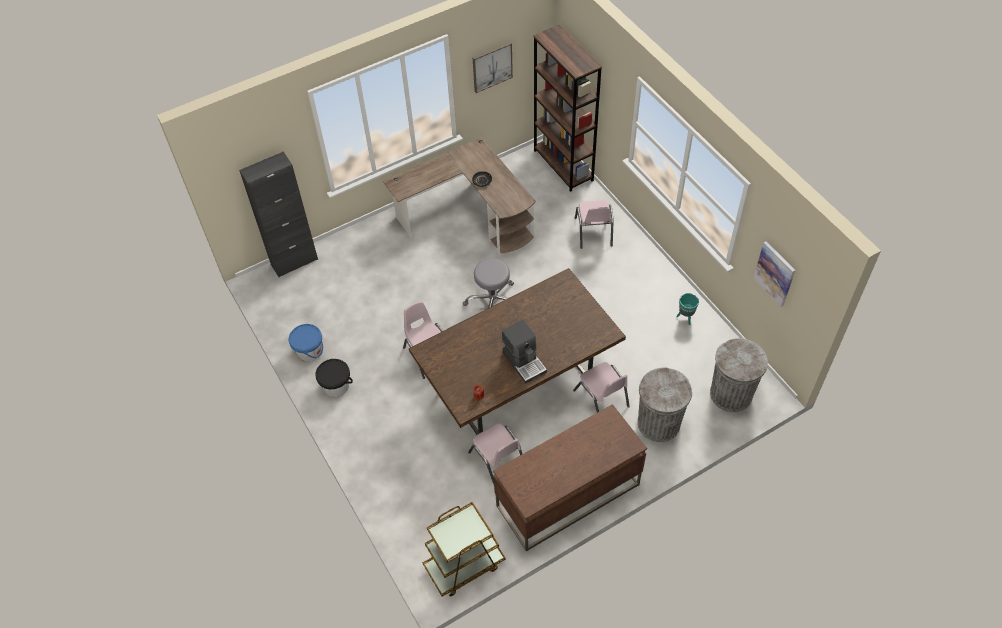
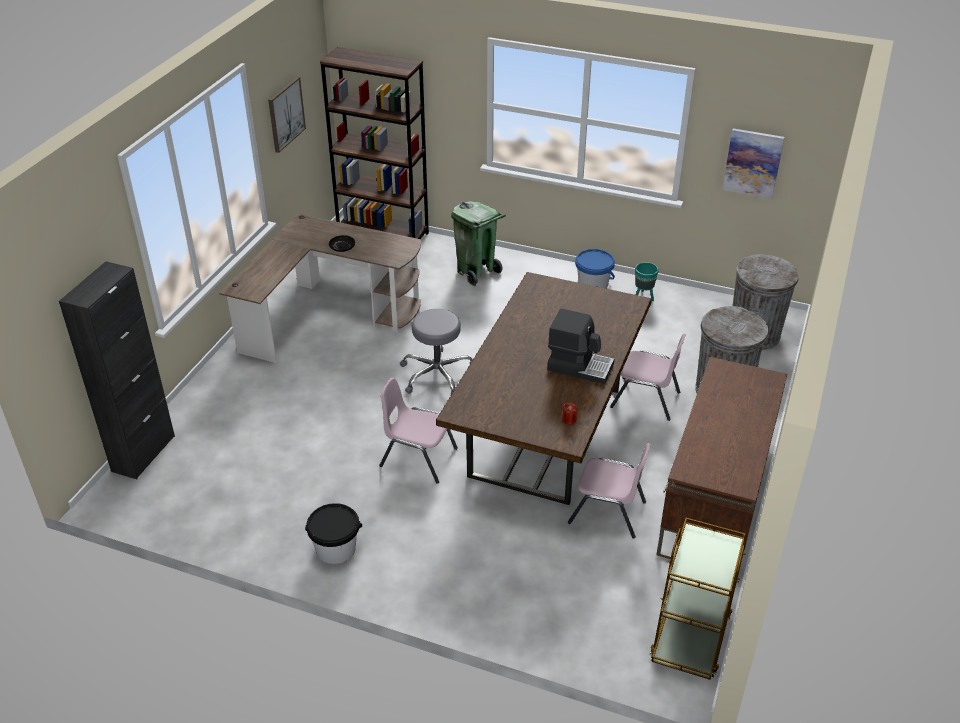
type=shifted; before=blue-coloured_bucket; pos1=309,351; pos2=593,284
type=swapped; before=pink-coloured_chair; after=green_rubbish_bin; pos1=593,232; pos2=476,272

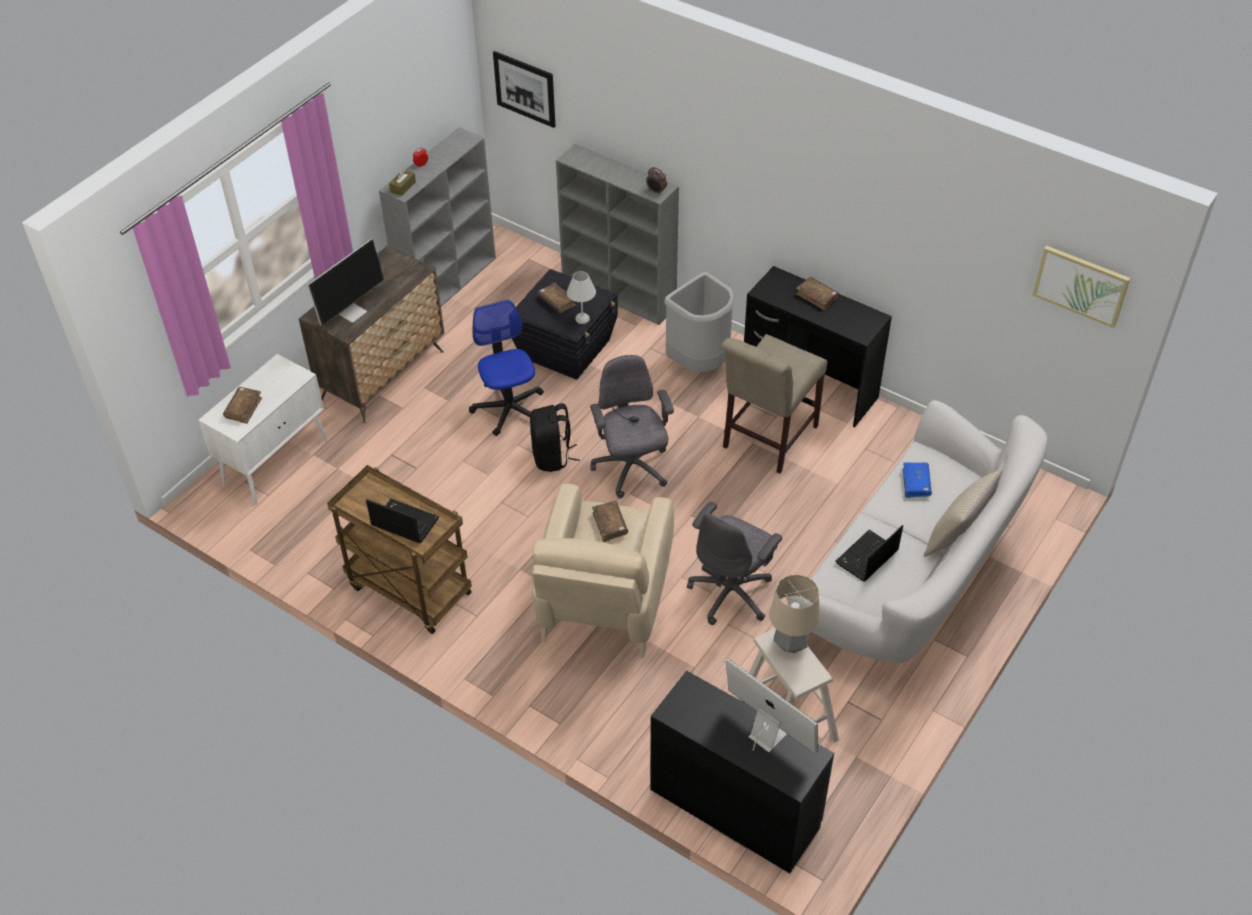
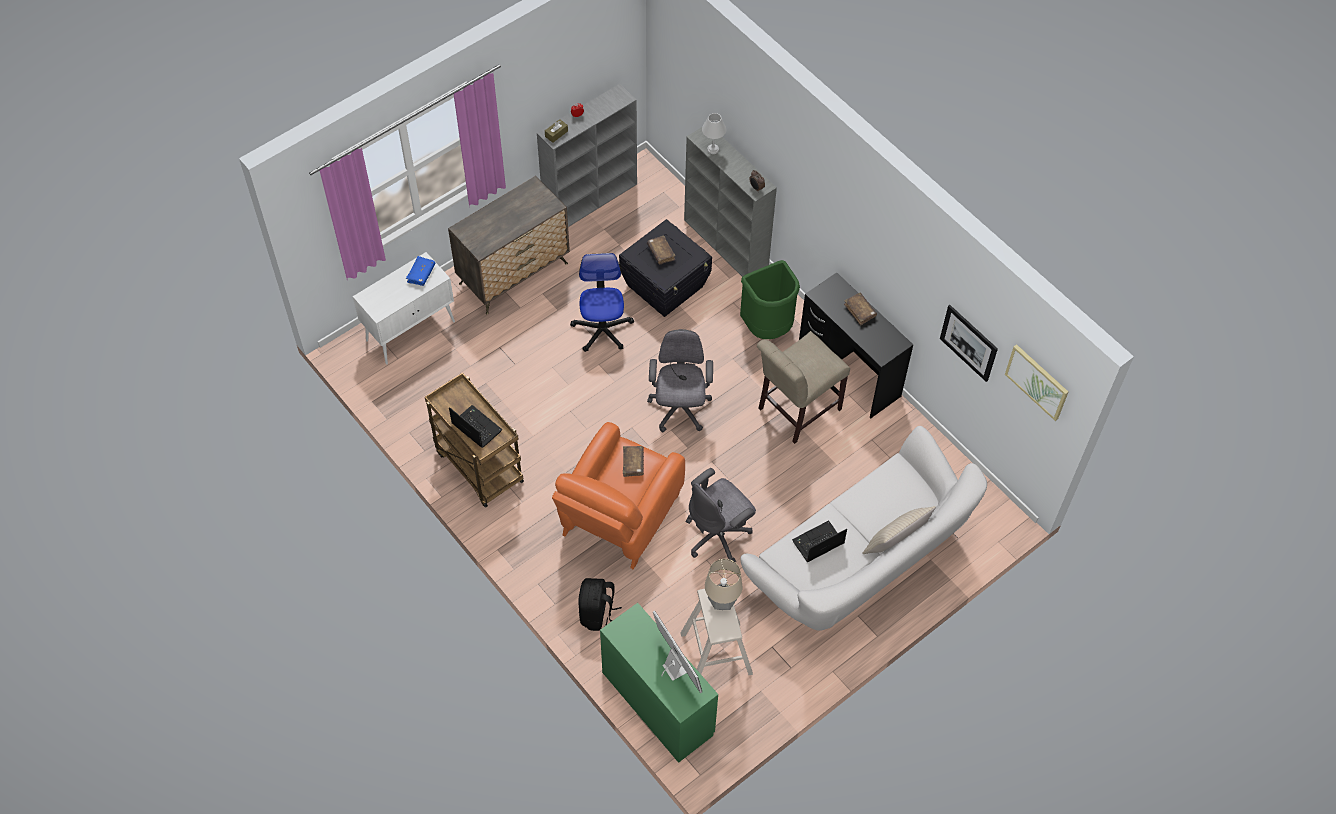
type=gone; before=brown_volume; pos1=243,408
type=gone; before=monitor; pos1=352,312
type=shifted; before=picture; pos1=525,89; pos2=968,343
type=shifted; before=blackish_knapsack; pos1=552,457; pos2=597,614
type=shifted; before=whitish_table_lamp; pos1=582,319; pos2=712,150
type=shifted; before=blue-coloured_volume; pos1=916,483; pos2=421,274
type=repainted; before=beige_armchair; after=orange-coloured_armchair; pos1=603,604; pos2=618,518
type=repainted; before=blackish_desk; after=green_desk; pos1=734,808; pos2=657,703
type=repainted; before=grey_rubbish_bin; after=green_rubbish_bin; pos1=699,364; pos2=767,328

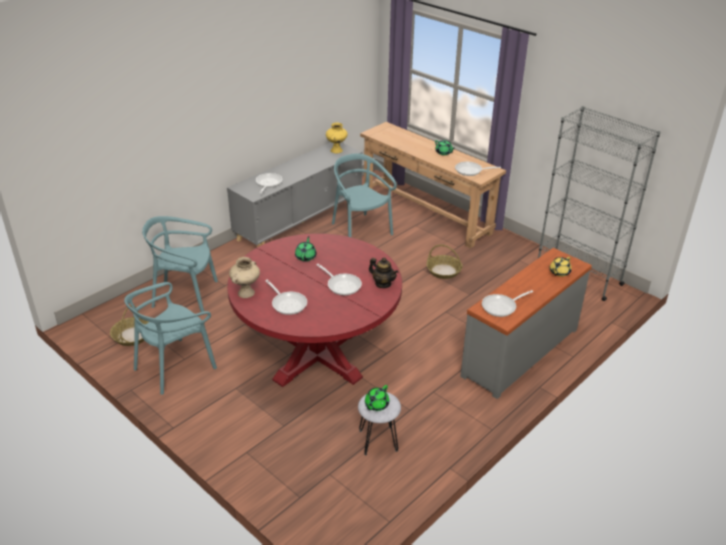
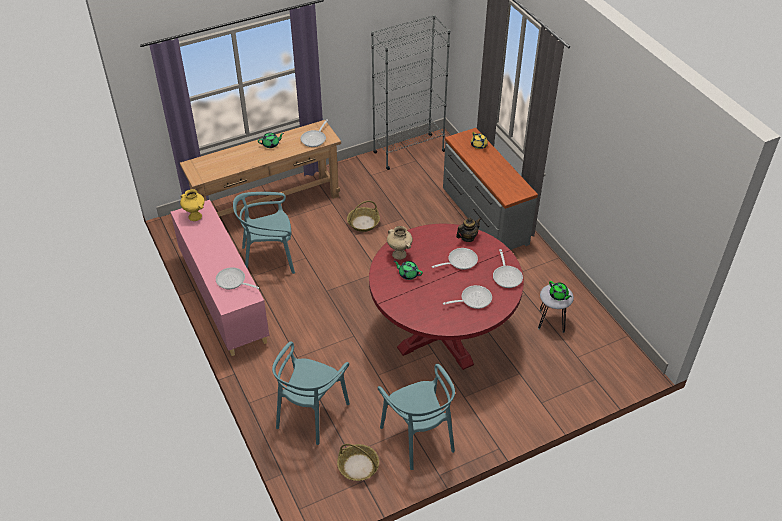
type=shifted; before=beige_decorative_vase; pos1=246,293; pos2=399,254
type=shifted; before=frying_pan; pos1=501,307; pos2=507,276
type=repainted; before=grey_cabinet; after=pink-coloured_cabinet; pos1=300,220; pos2=223,298

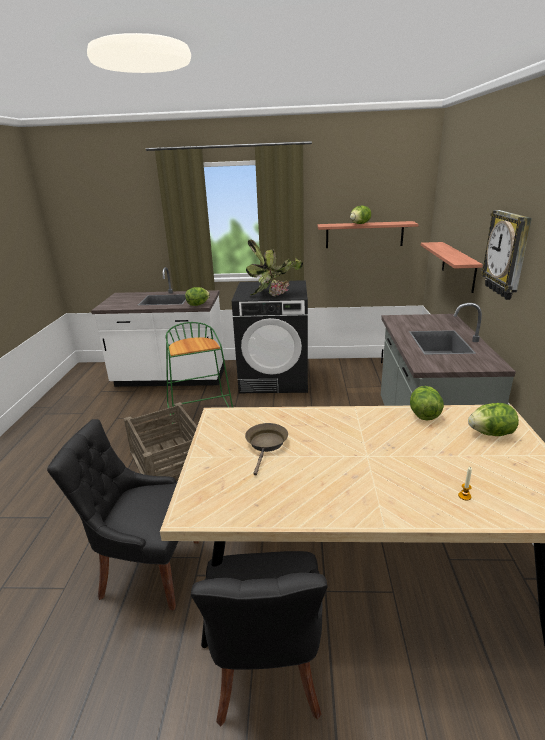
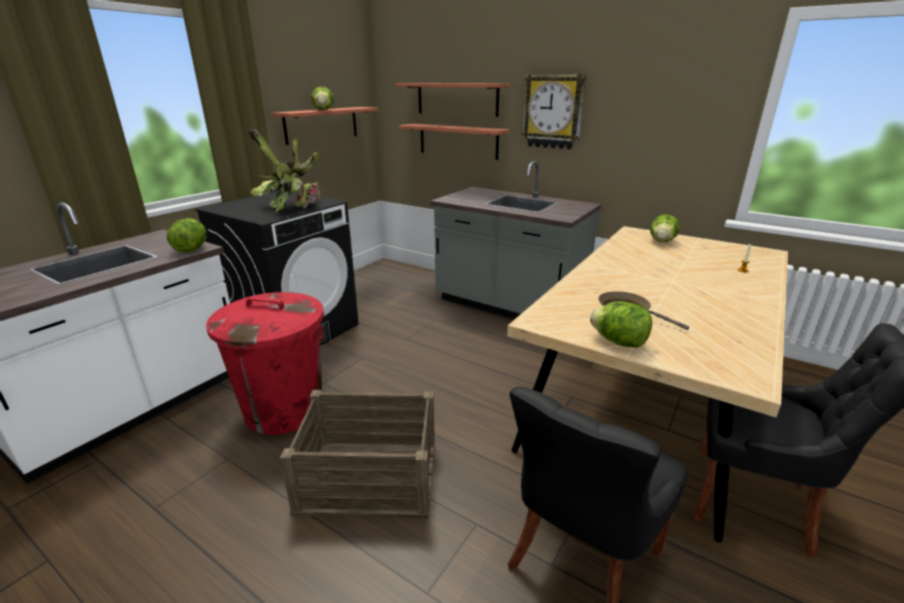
type=new; after=shelf; pos2=457,99
type=shifted; before=lettuce; pos1=424,415; pos2=619,342
type=swapped; before=green_sitting_stool; after=red_rubbish_bin; pos1=201,413; pos2=284,409

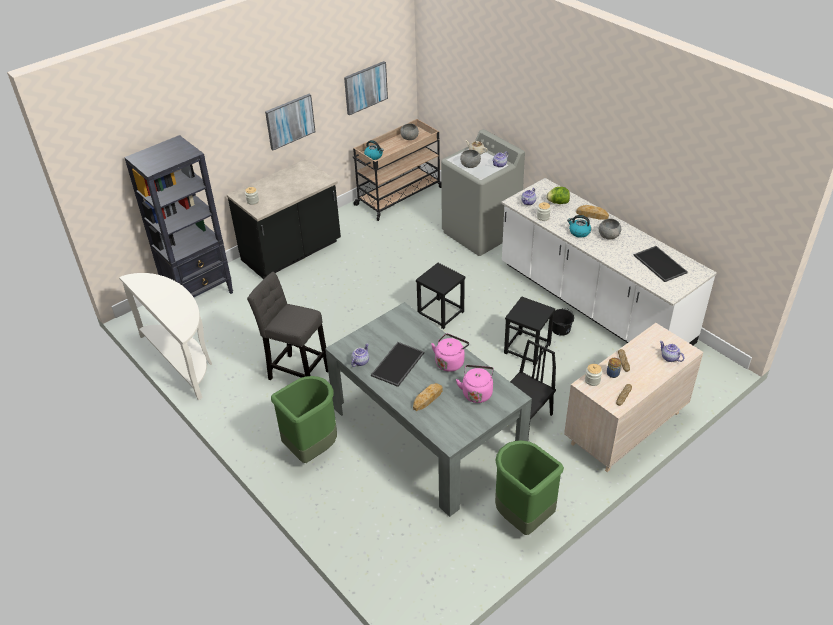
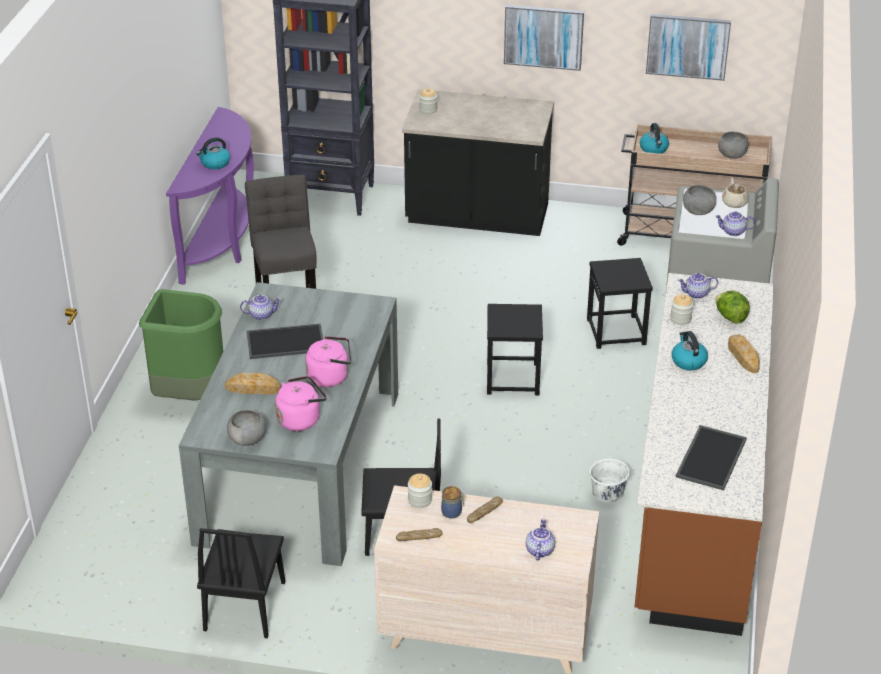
type=new; after=water_kettle; pos2=215,163
type=shifted; before=blackish_sitting_stool; pos1=527,348; pos2=616,332
type=shifted; before=grey_bowl; pos1=608,236; pos2=247,439
type=swapped; before=green_rubbish_bin; after=blackish_chair; pos1=522,517; pos2=245,605
type=repainted; before=whitish_hall_table; after=purplish_hall_table; pos1=182,360; pos2=224,242
type=repainted; before=whitish_counter; after=brown_counter; pos1=593,304; pos2=696,499
type=repainted; before=blackish_bucket; after=whitish_bucket; pos1=561,329; pos2=608,492

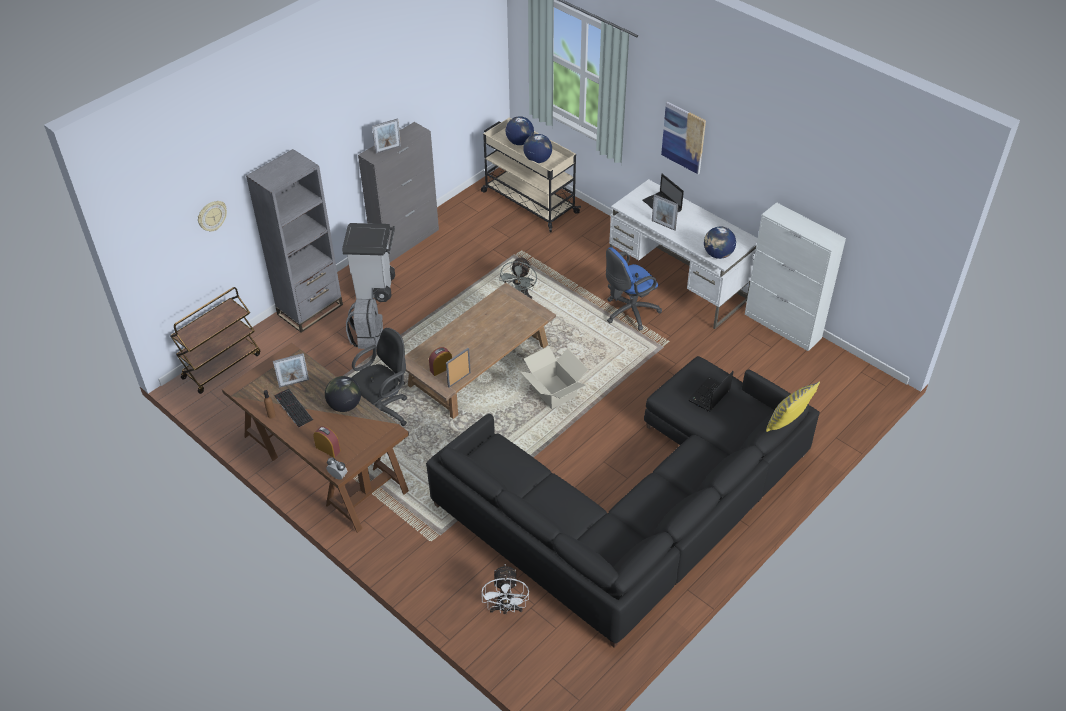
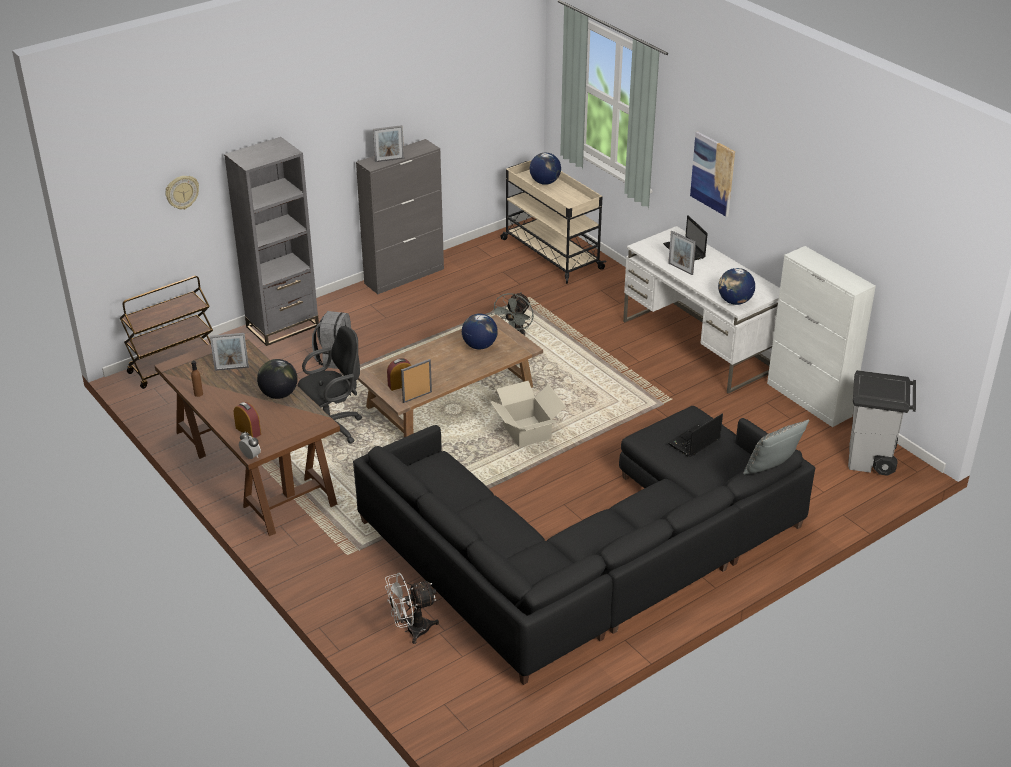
type=gone; before=PC_keyboard; pos1=292,408
type=gone; before=blue-coloured_computer_chair; pos1=628,312
type=shifted; before=grey_rubbish_bin; pos1=375,289; pos2=871,459
type=shifted; before=world_globe; pos1=537,160; pos2=479,346
type=repainted; before=yellowish_cushion; after=grey_cushion; pos1=787,422; pos2=771,468
type=rotated; before=whitish_electric_fan; pos1=506,609; pos2=411,630; turn=60

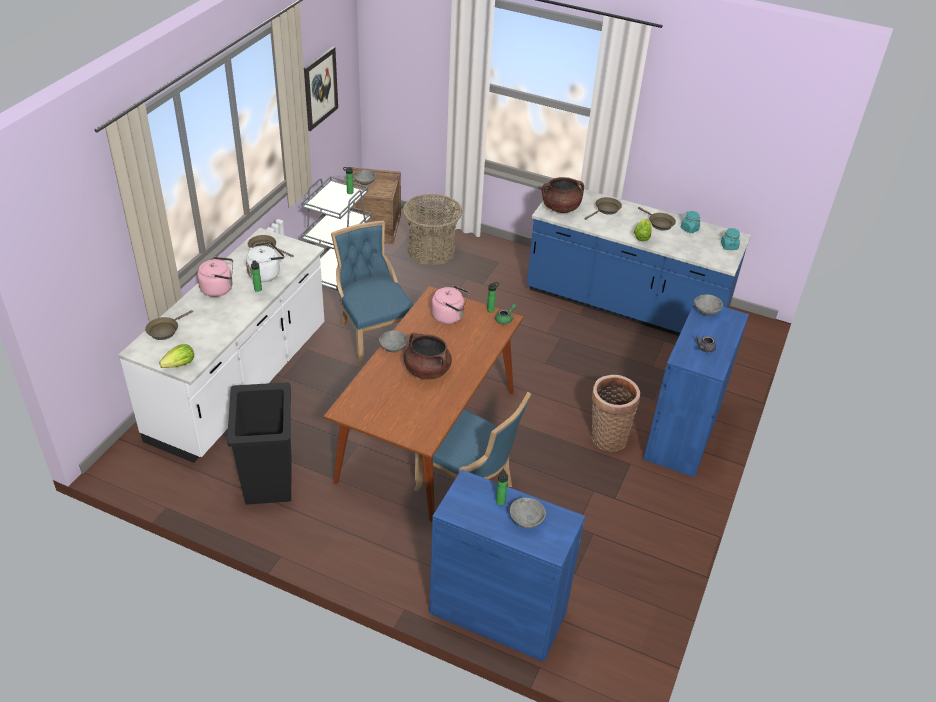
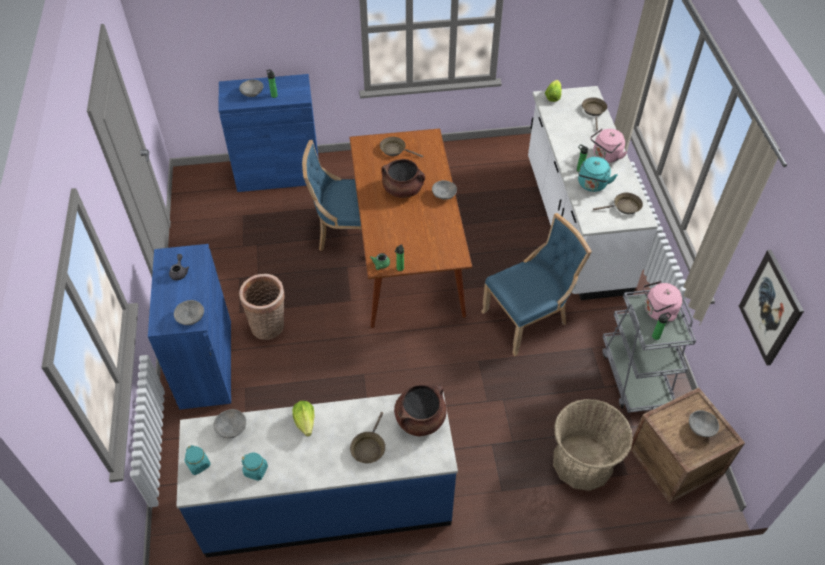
type=gone; before=blackish_rubbish_bin; pos1=269,479
type=new; after=grey_bowl; pos2=232,429
type=shifted; before=pink-coloured_water_kettle; pos1=450,316; pos2=658,311
type=shifted; before=brown_frying_pan; pos1=659,223; pos2=395,150
type=repainted; before=whitish_water_kettle; after=turquoise_water_kettle; pos1=266,274; pos2=592,185
type=rotated; before=blue-coloured_chair; pos1=373,336; pos2=528,319; turn=-60

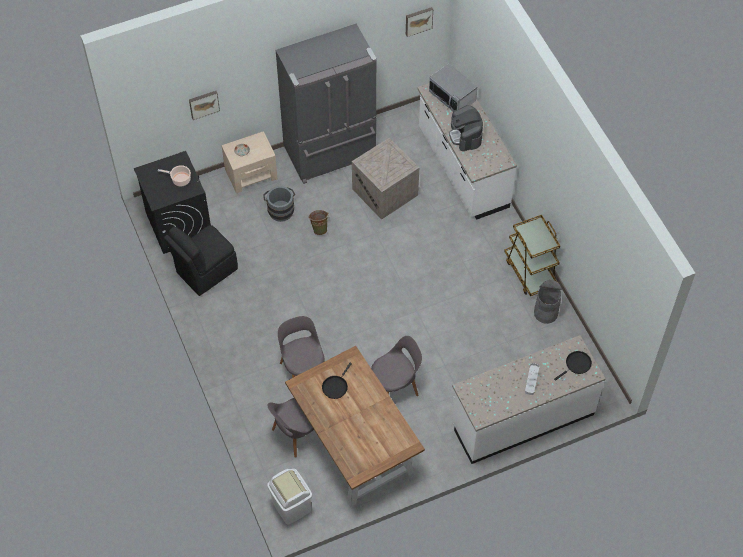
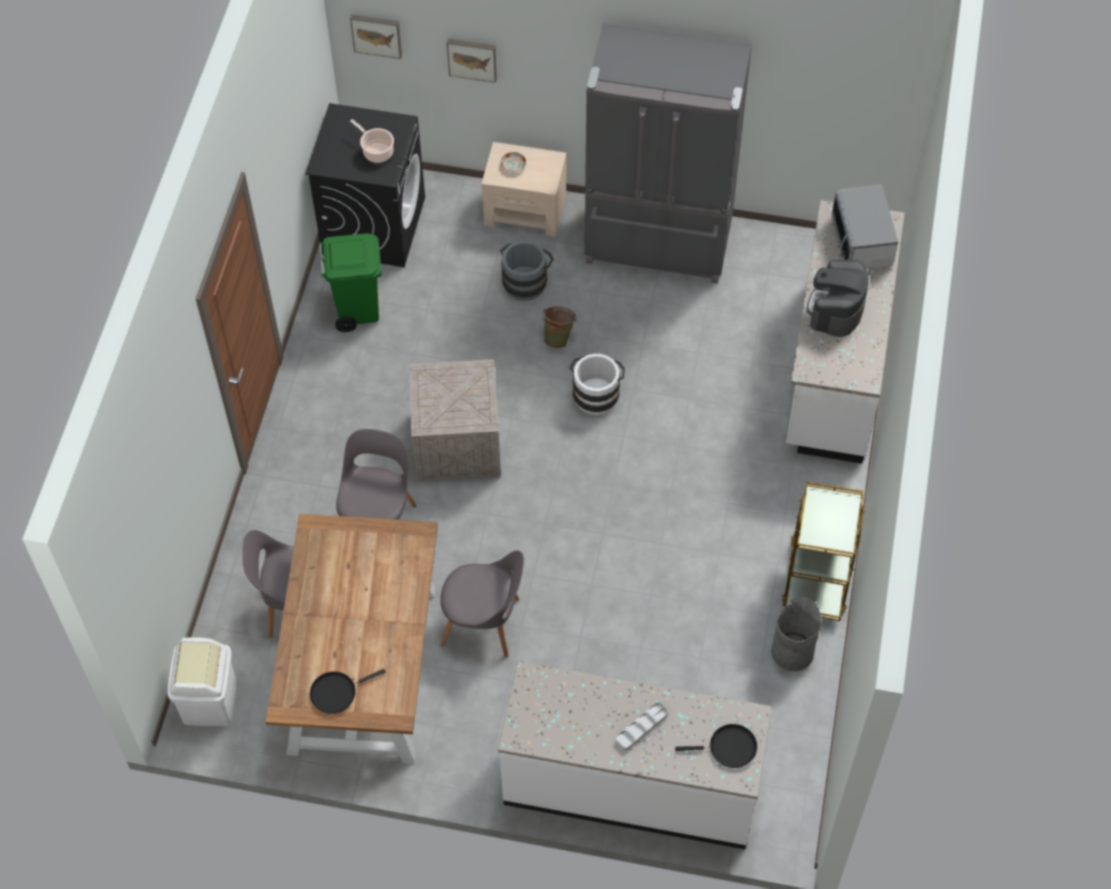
type=new; after=whitish_bucket; pos2=596,393
type=shifted; before=blackish_frying_pan; pos1=335,386; pos2=336,692
type=shifted; before=packing_crate; pos1=386,192; pos2=458,444
type=shifted; before=picture; pos1=418,20; pos2=377,34
type=swapped; before=blackish_chair; after=green_rubbish_bin; pos1=205,271; pos2=357,309

